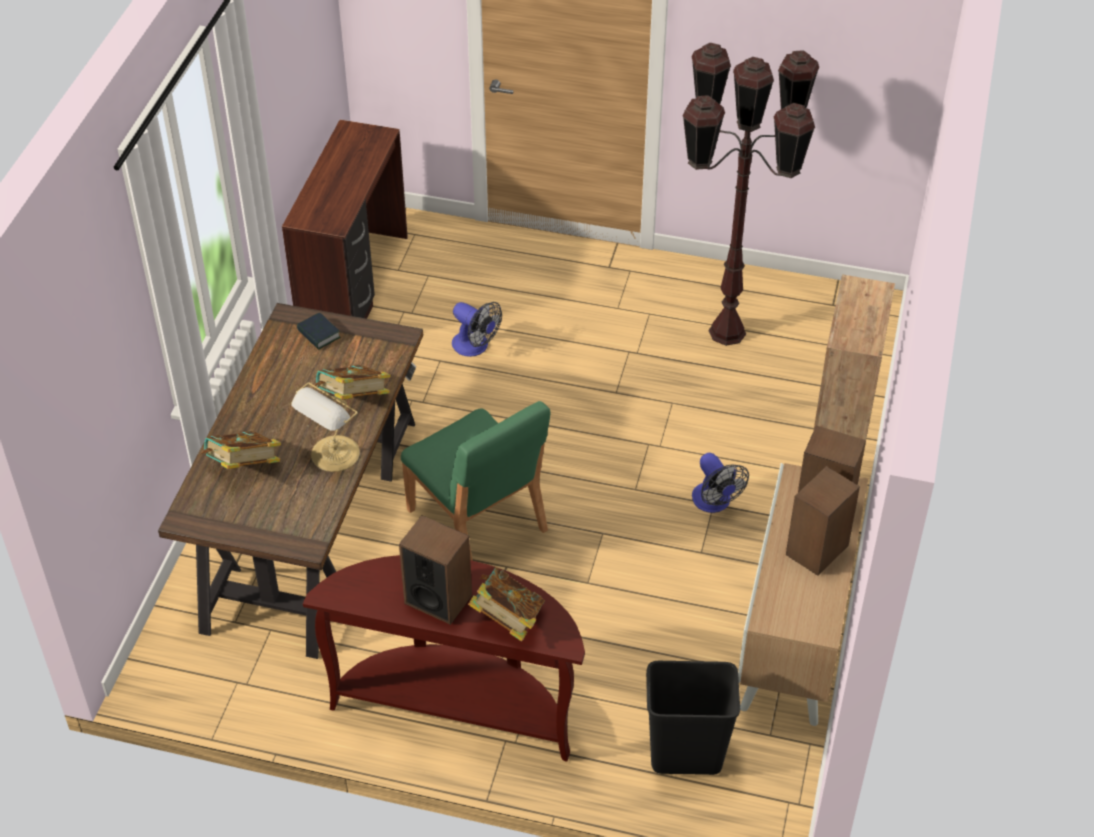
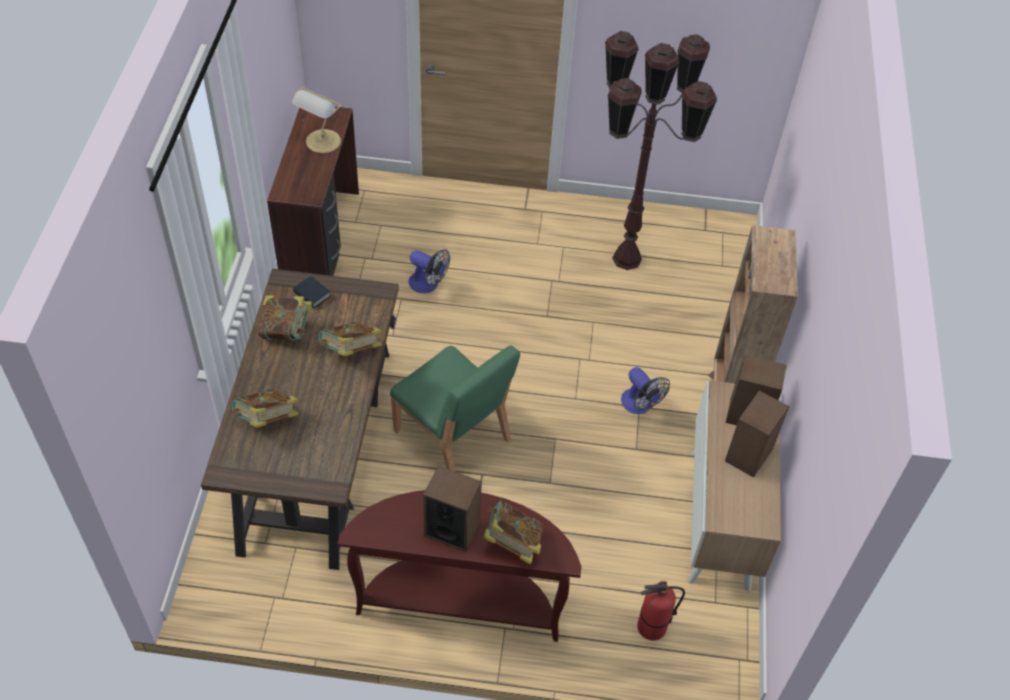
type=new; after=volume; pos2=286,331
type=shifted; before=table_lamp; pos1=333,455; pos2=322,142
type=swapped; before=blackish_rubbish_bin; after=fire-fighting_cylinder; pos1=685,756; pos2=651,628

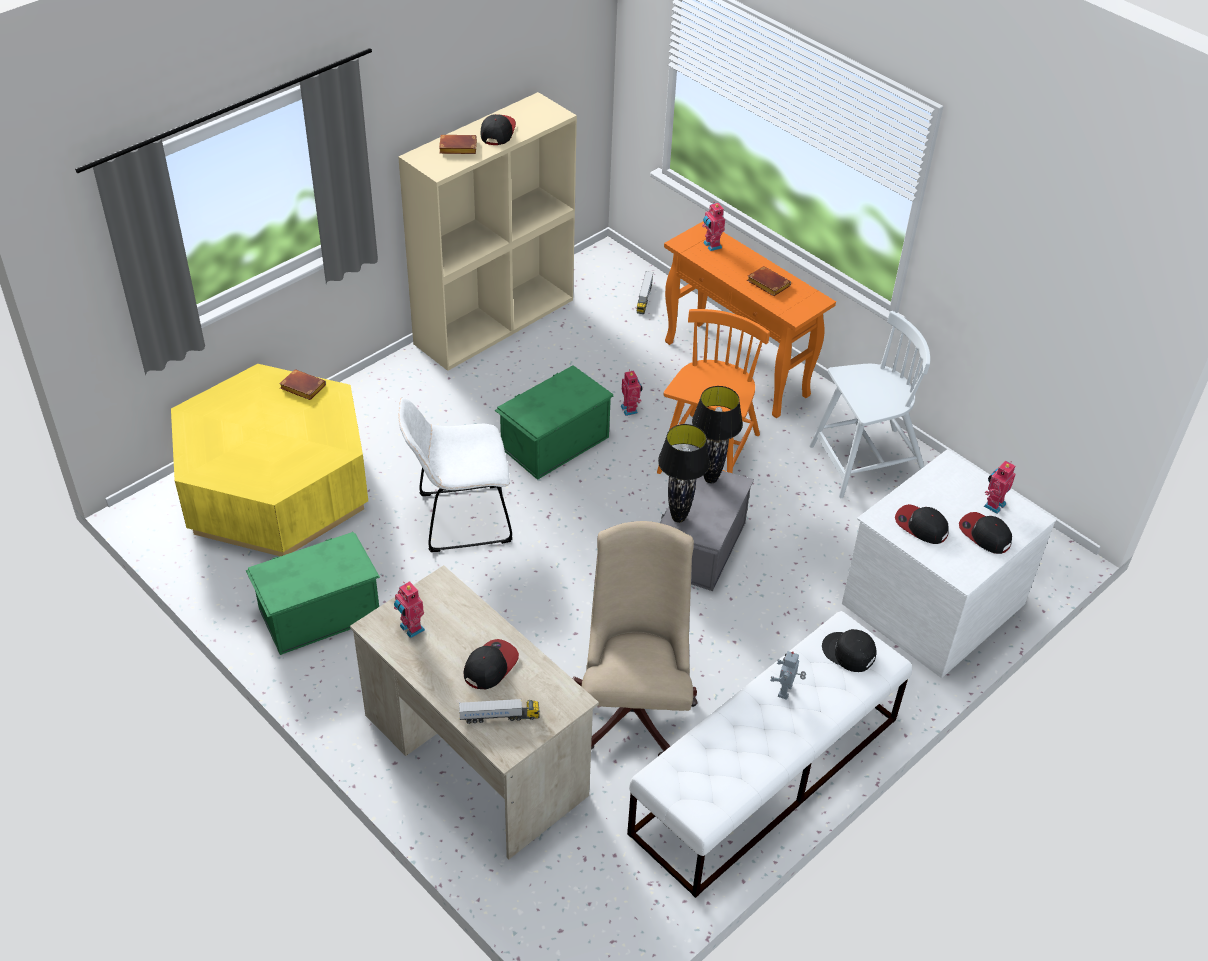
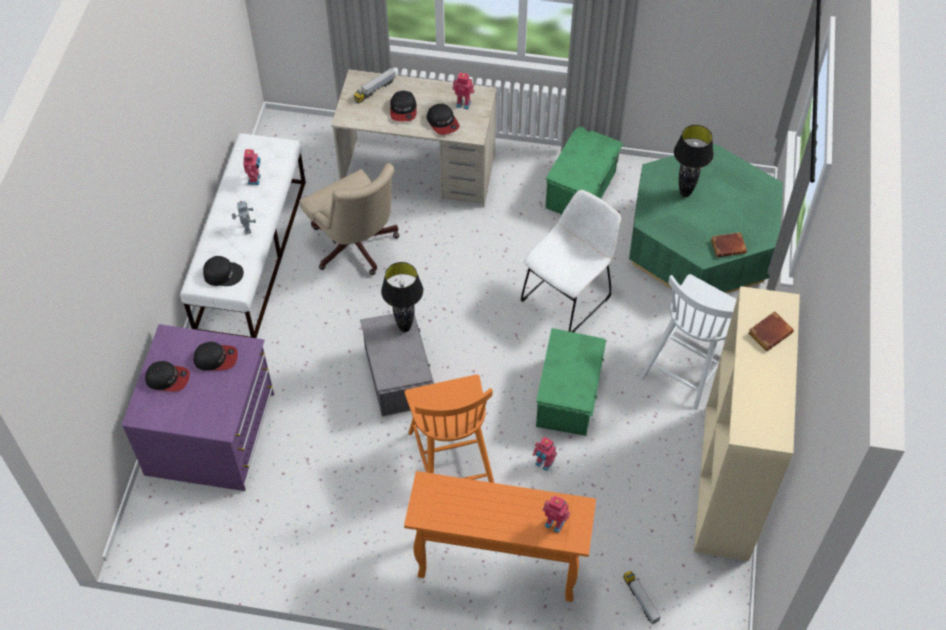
type=gone; before=brown_volume; pos1=766,284
type=shifted; before=peaked_cap; pos1=497,132; pos2=443,122
type=shifted; before=blackish_table_lamp; pos1=710,479; pos2=685,193
type=shifted; before=whitish_chair; pos1=865,463; pos2=690,363
type=shifted; before=toy_robot; pos1=993,504; pos2=255,179
type=repainted; before=yellowish_low_table; after=green_low_table; pos1=276,488; pos2=700,244
type=repainted; before=whitish_chest_of_drawers; after=purplish_chest_of_drawers; pos1=931,602; pos2=212,434

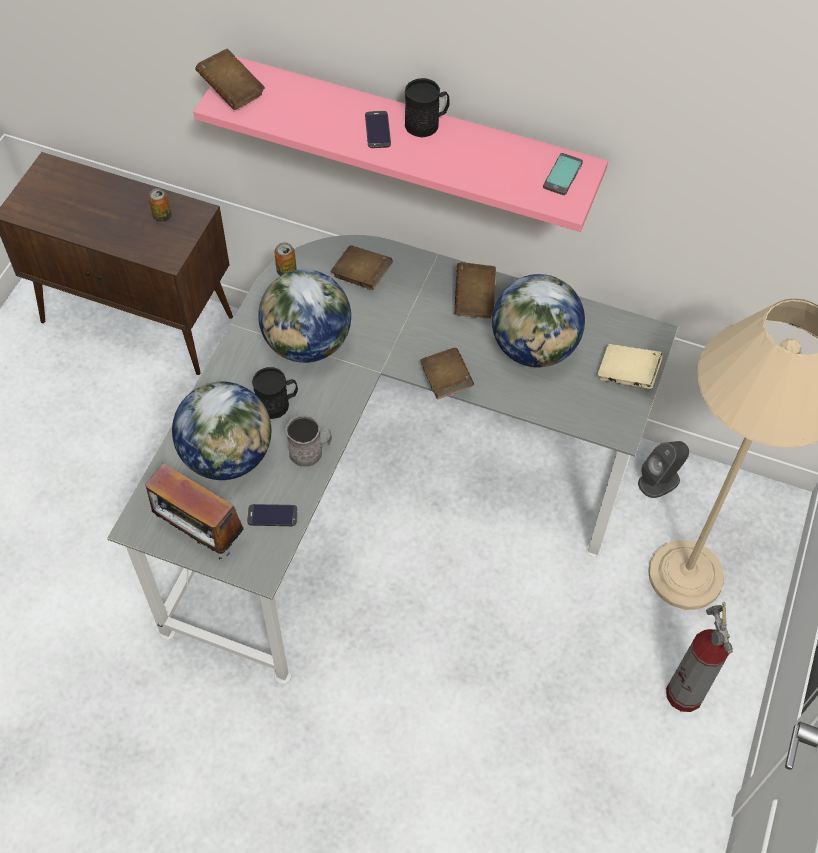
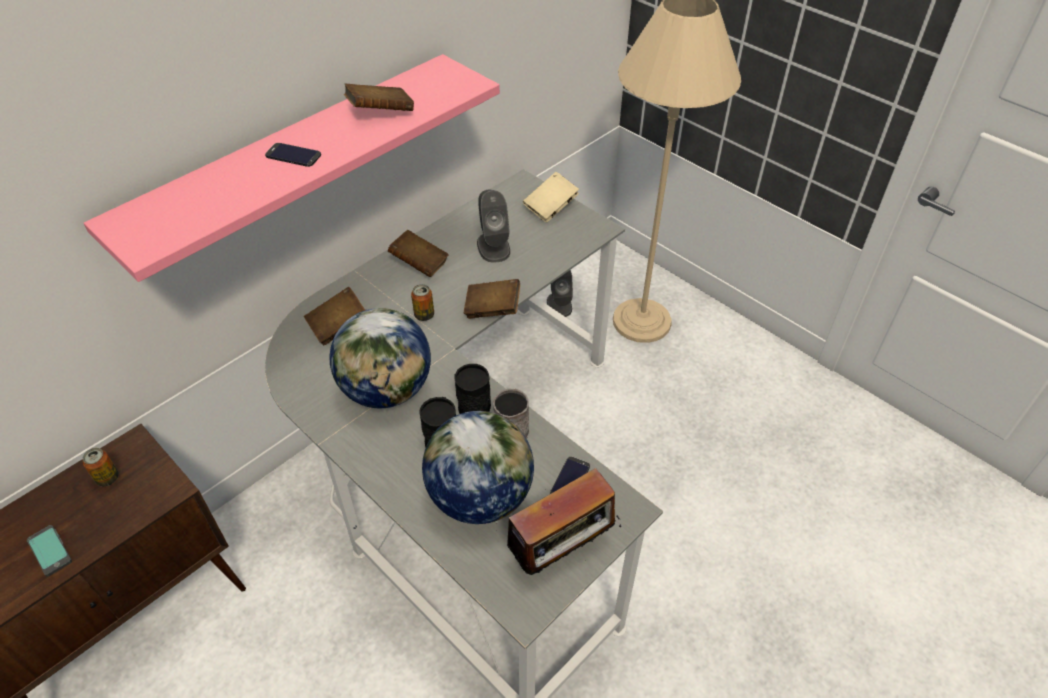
type=gone; before=fire-fighting_cylinder; pos1=684,694
type=shifted; before=brown_volume; pos1=232,91; pos2=380,113
type=shifted; before=can; pos1=286,271; pos2=424,315
type=shifted; before=blackish_tea_mug; pos1=426,123; pos2=474,402
type=shifted; before=handset; pos1=563,175; pos2=50,551
type=swapped; before=world_globe; after=grey_speaker; pos1=534,348; pos2=493,246

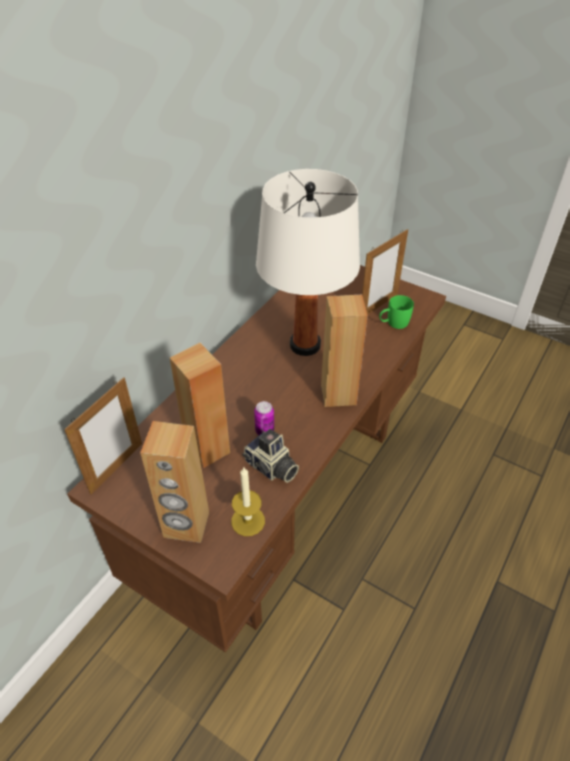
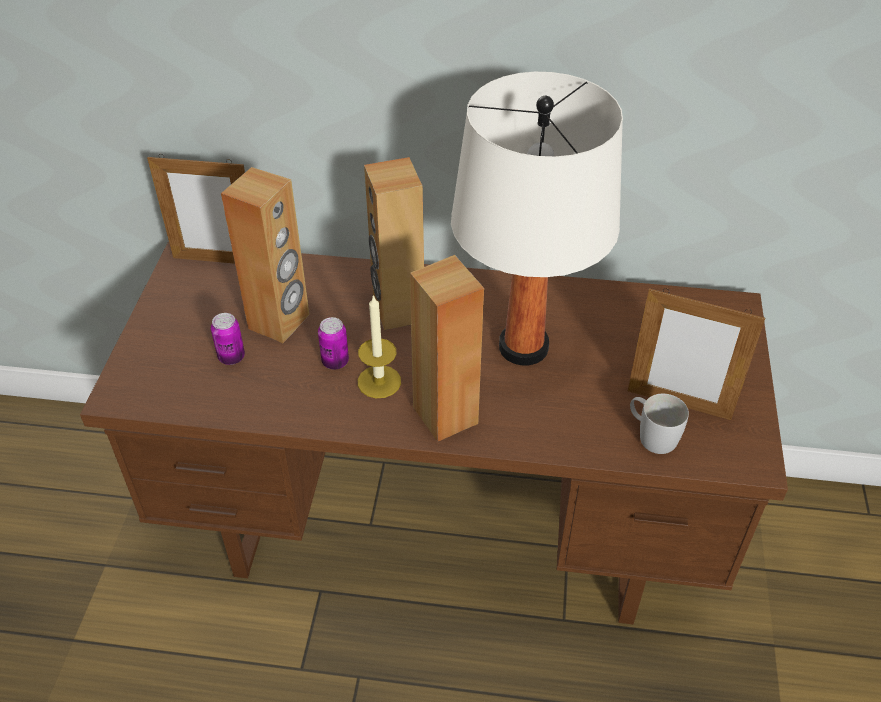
type=gone; before=photo_camera; pos1=271,468
type=new; after=can; pos2=231,357
type=shifted; before=brown_speaker; pos1=186,525; pos2=398,310
type=shifted; before=wax_candle; pos1=248,521; pos2=379,381
type=repainted; before=green_tea_mug; after=whitish_tea_mug; pos1=393,323; pos2=651,435

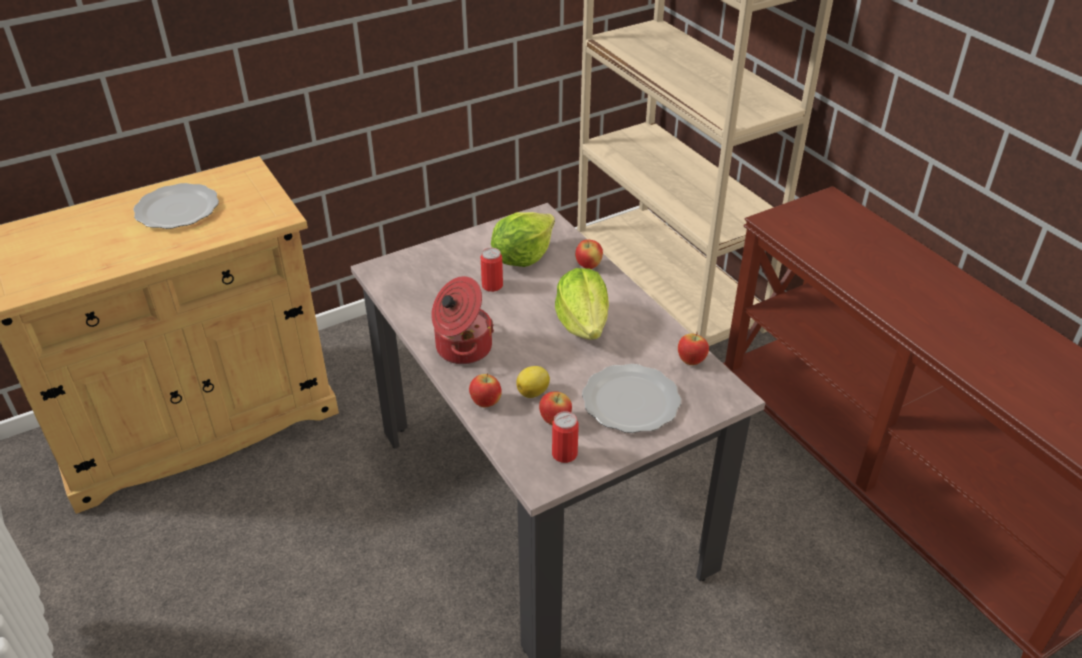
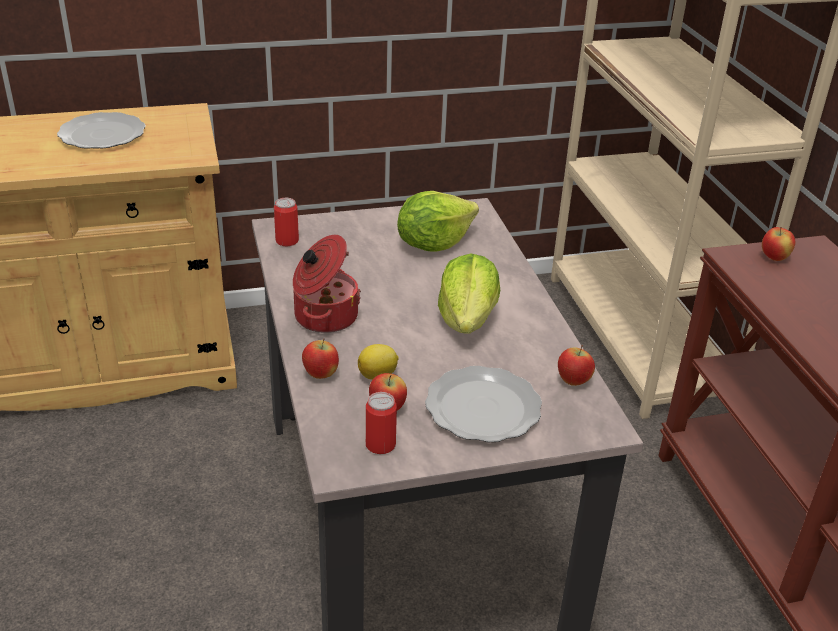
type=shifted; before=can; pos1=492,286; pos2=287,241
type=shifted; before=whole_apple; pos1=588,266; pos2=774,258

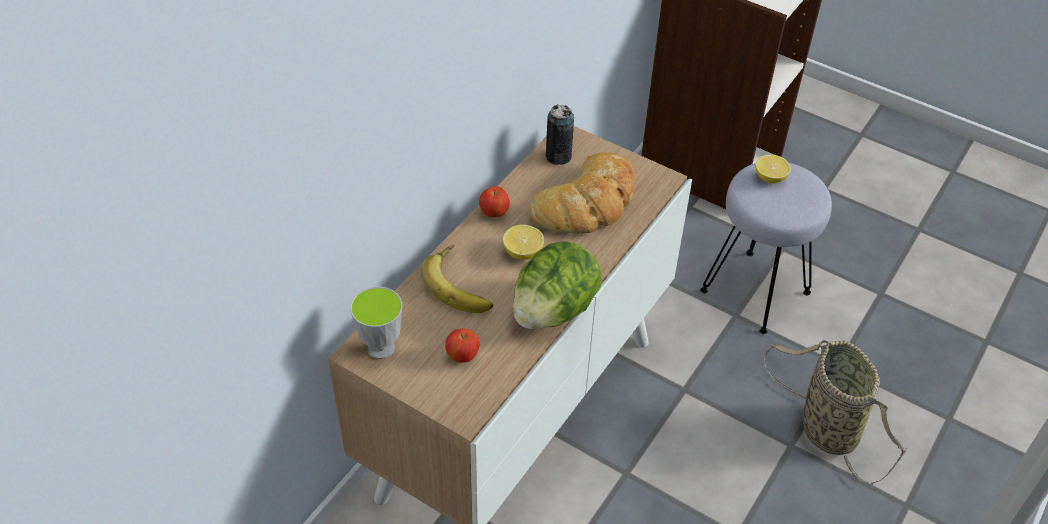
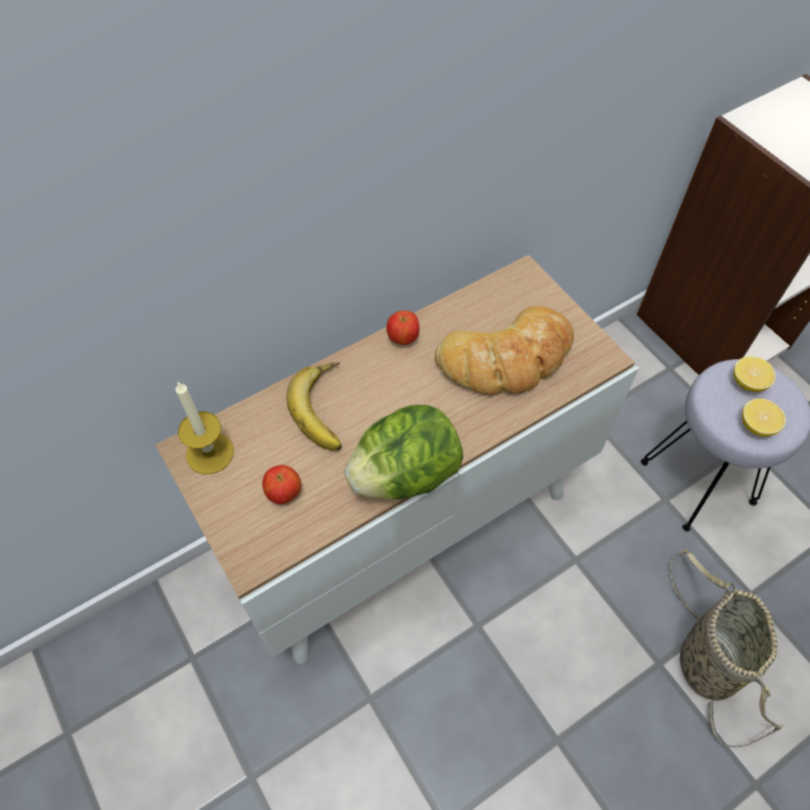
type=gone; before=can; pos1=558,156
type=shifted; before=whole_lemon; pos1=523,252; pos2=756,425
type=swapped; before=small_cup; after=wax_candle; pos1=381,348; pos2=210,453

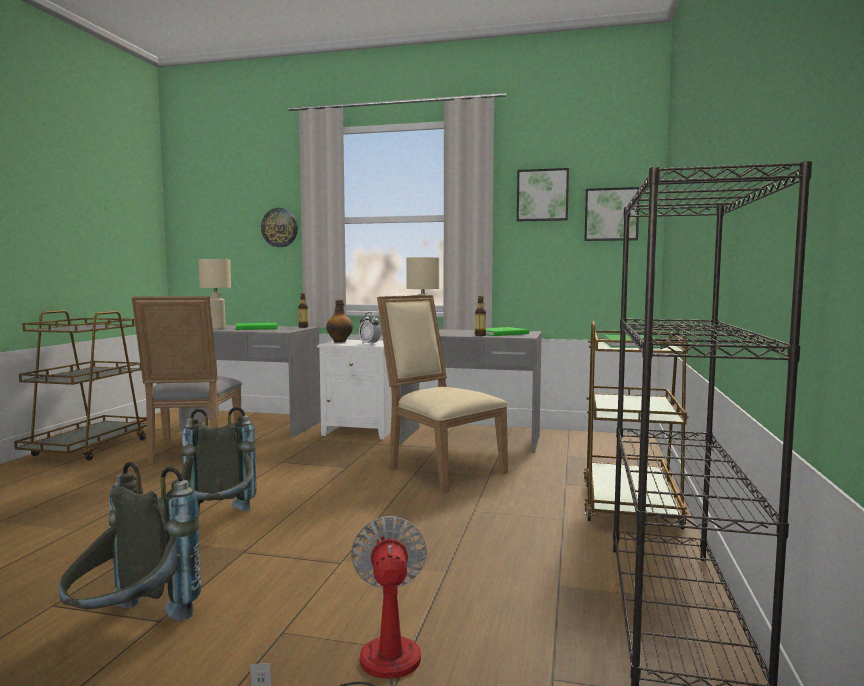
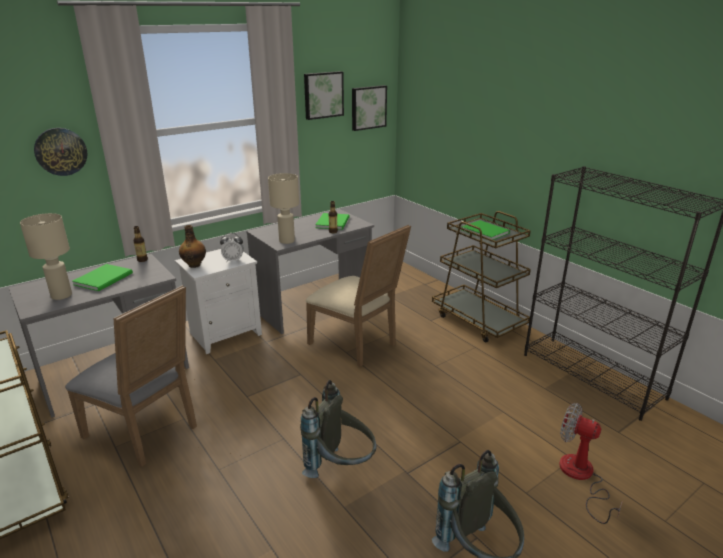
type=rotated; before=beige_chair; pos1=440,470; pos2=357,344; turn=-135

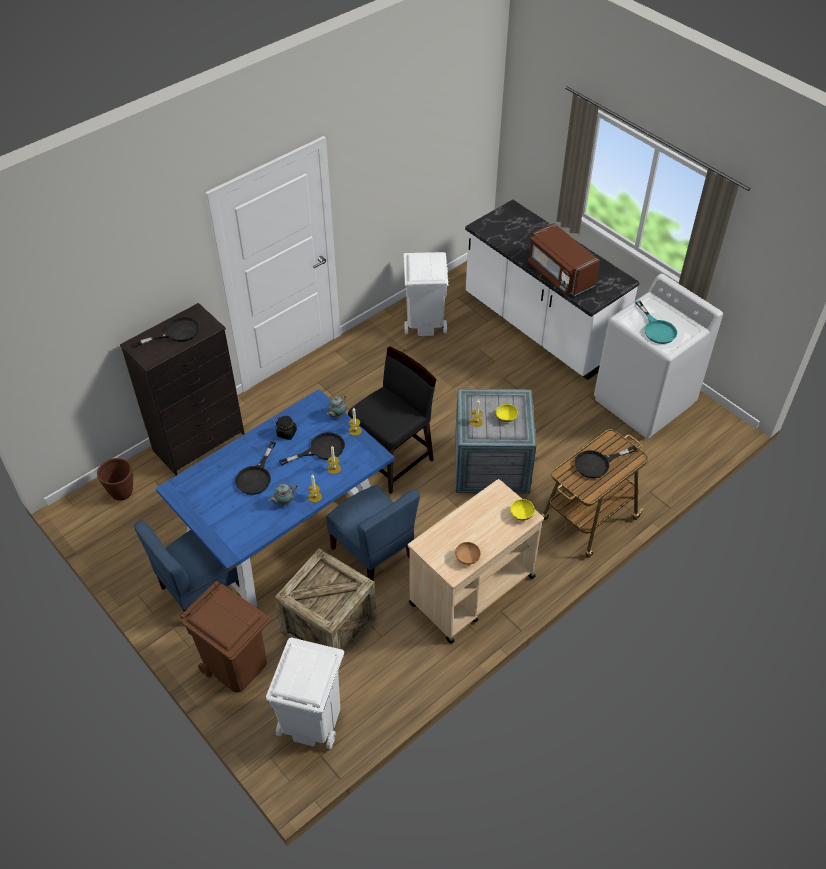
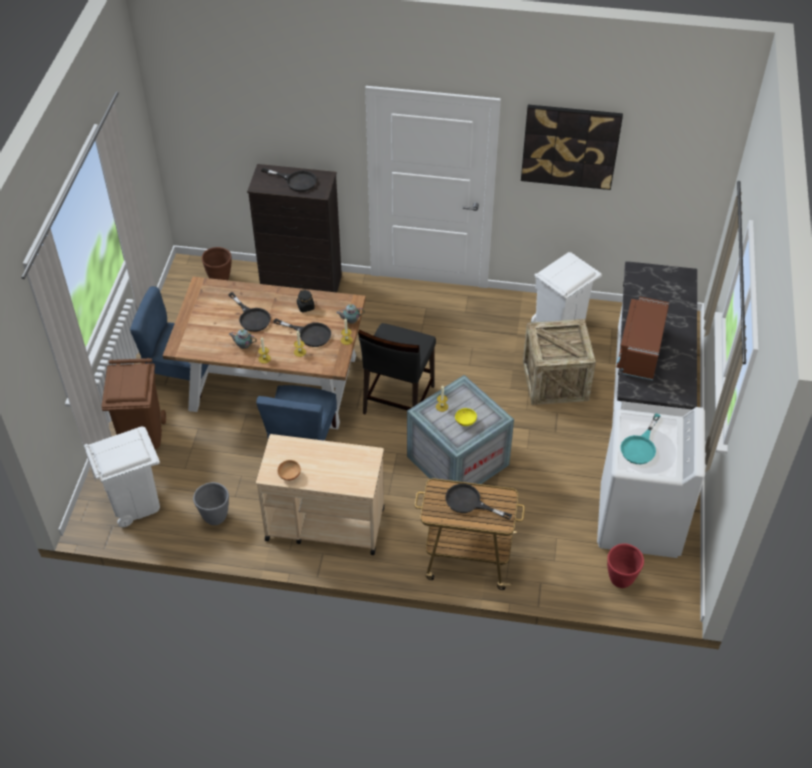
type=gone; before=yellowish_bowl; pos1=521,515
type=new; after=grey_flower_pot; pos2=215,517
type=new; after=picture; pos2=570,146
type=new; after=red_flower_pot; pos2=620,579
type=shifted; before=packing_crate; pos1=329,625; pos2=555,381
type=repainted; before=blue-coloured_dining_table; after=brown_dining_table; pos1=286,529; pos2=274,382
type=rotated; before=blackish_frying_pan; pos1=256,476; pos2=251,317; turn=-105
type=rotated; before=blackish_chair; pos1=393,461; pos2=398,400; turn=105

